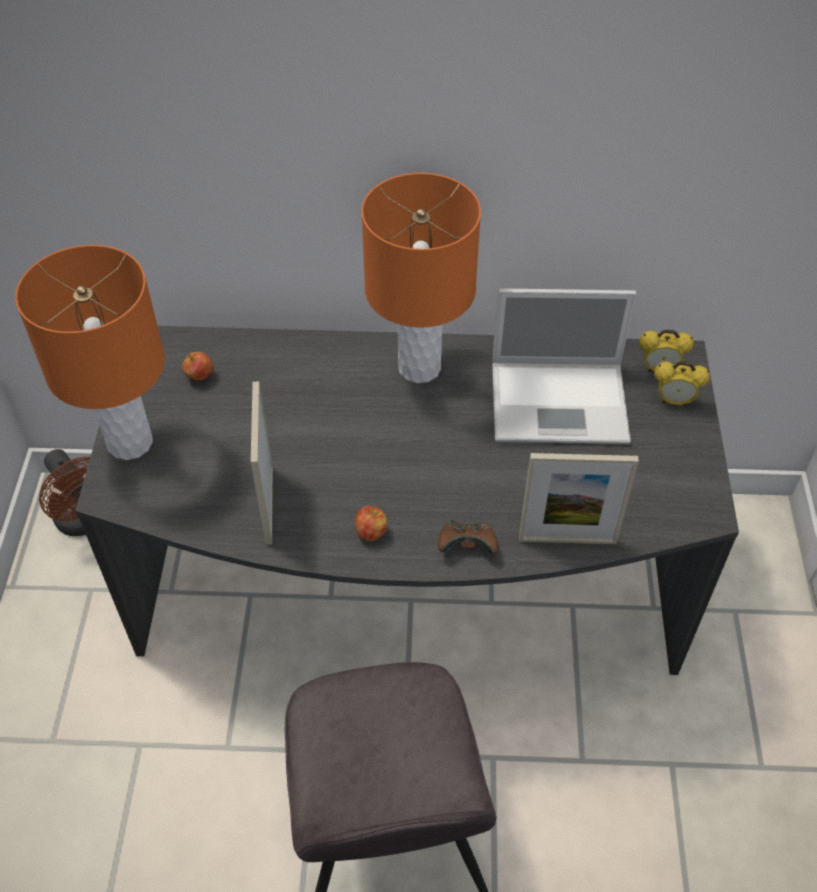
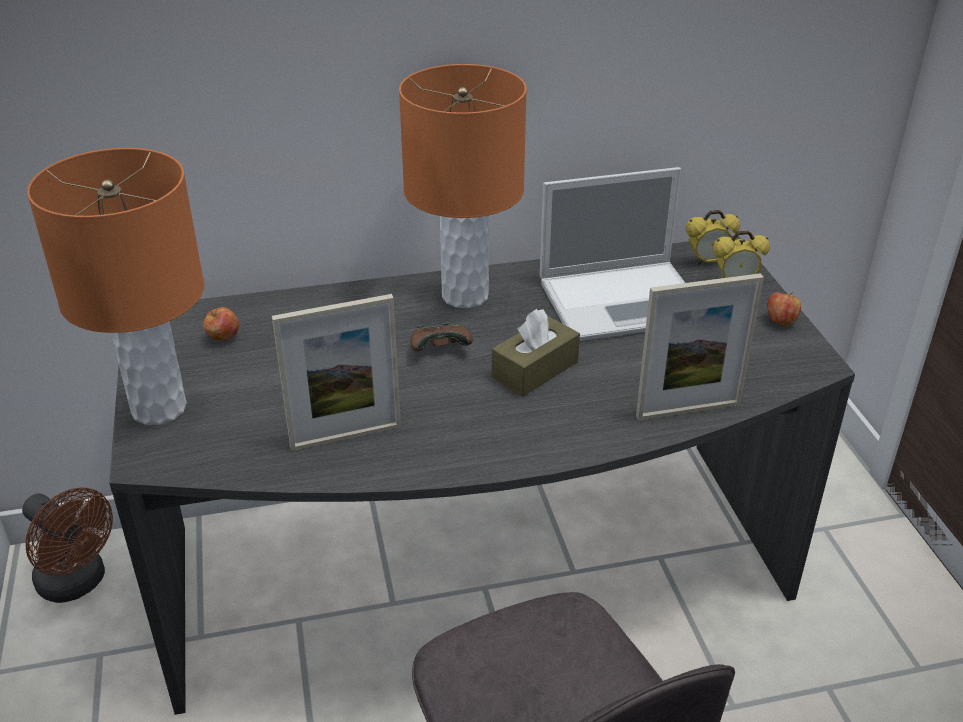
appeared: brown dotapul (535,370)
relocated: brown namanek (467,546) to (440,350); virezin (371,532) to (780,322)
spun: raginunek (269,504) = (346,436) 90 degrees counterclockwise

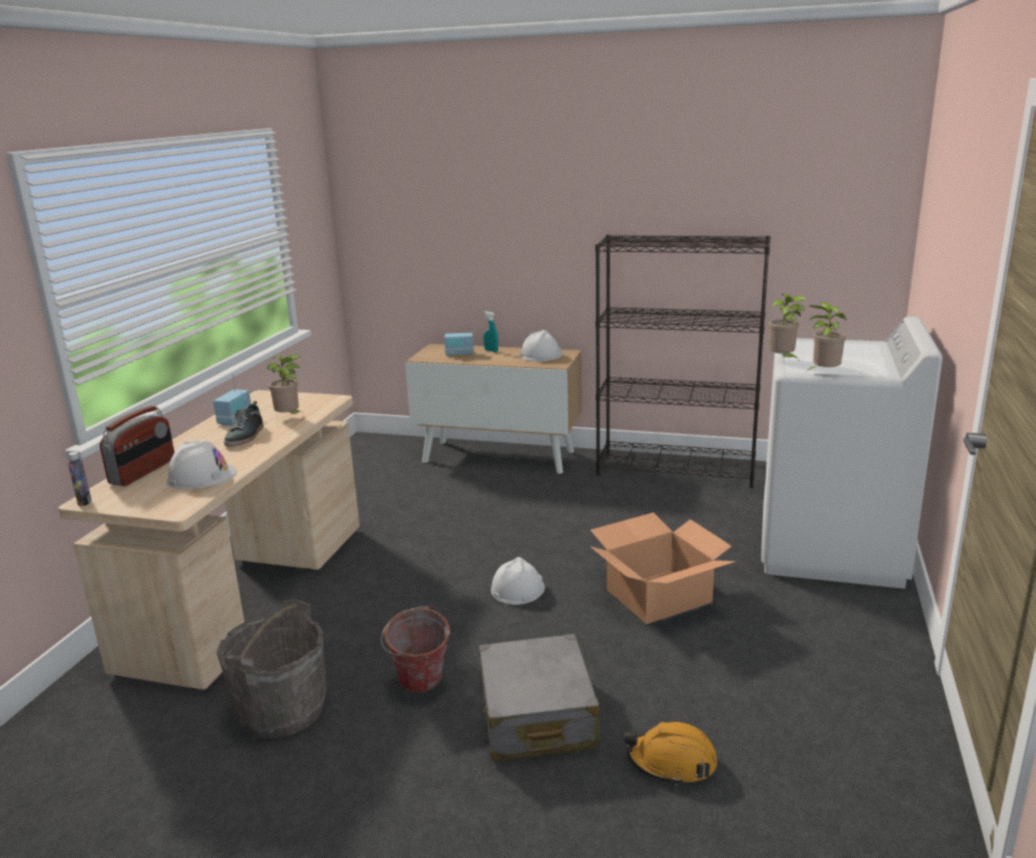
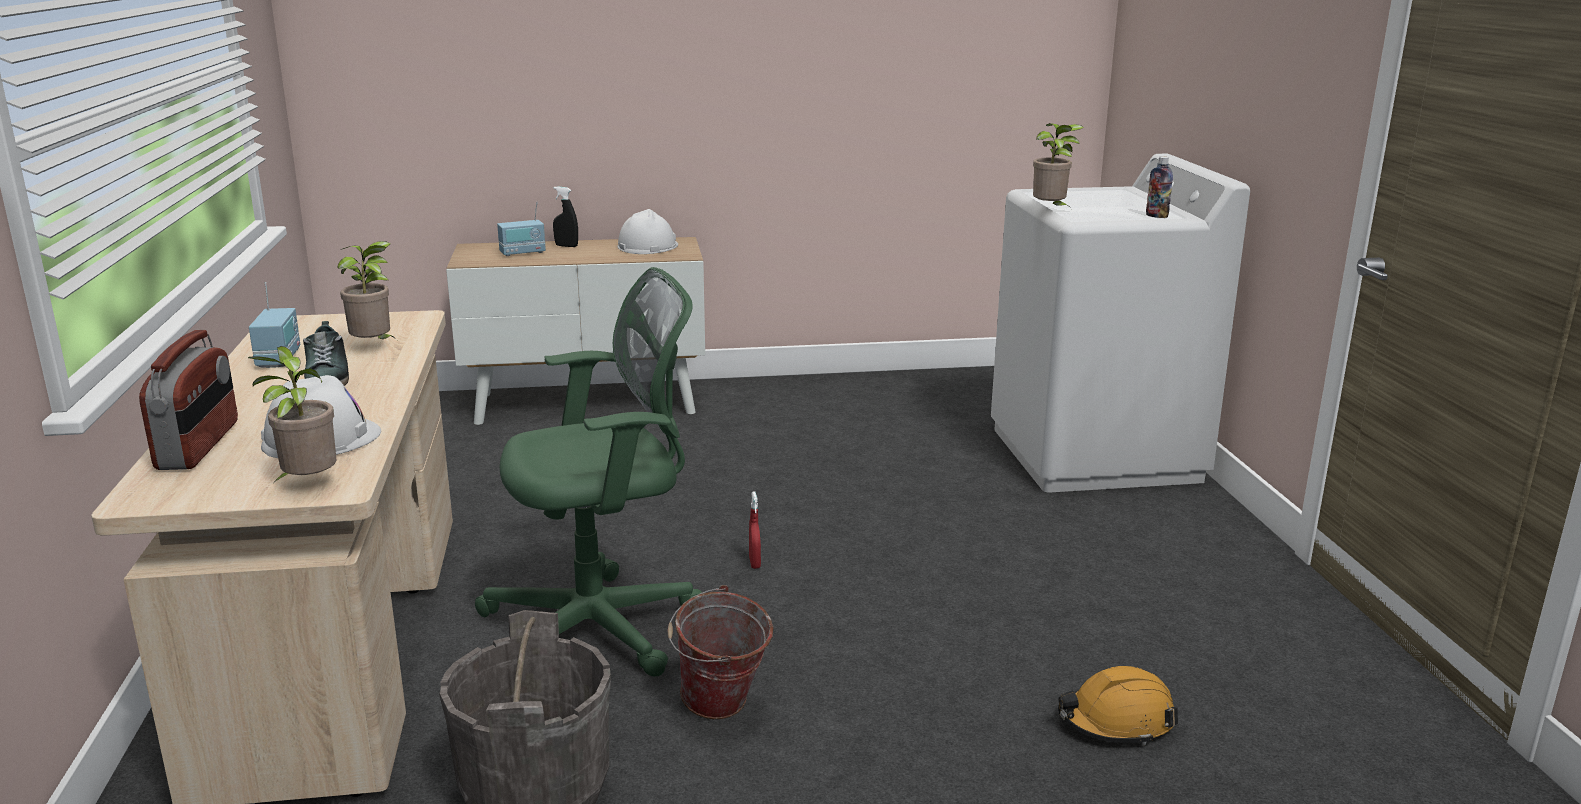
missing: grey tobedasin (536,716); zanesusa (657,595); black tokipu (677,469)
appeared: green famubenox (602,627)
relocated: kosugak (823,373) to (307,485); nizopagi (84,502) to (1156,216)
exchanged: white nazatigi (517,589) to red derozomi (754,563)
colour: turquoise derozomi (491,351) to black derozomi (566,246)

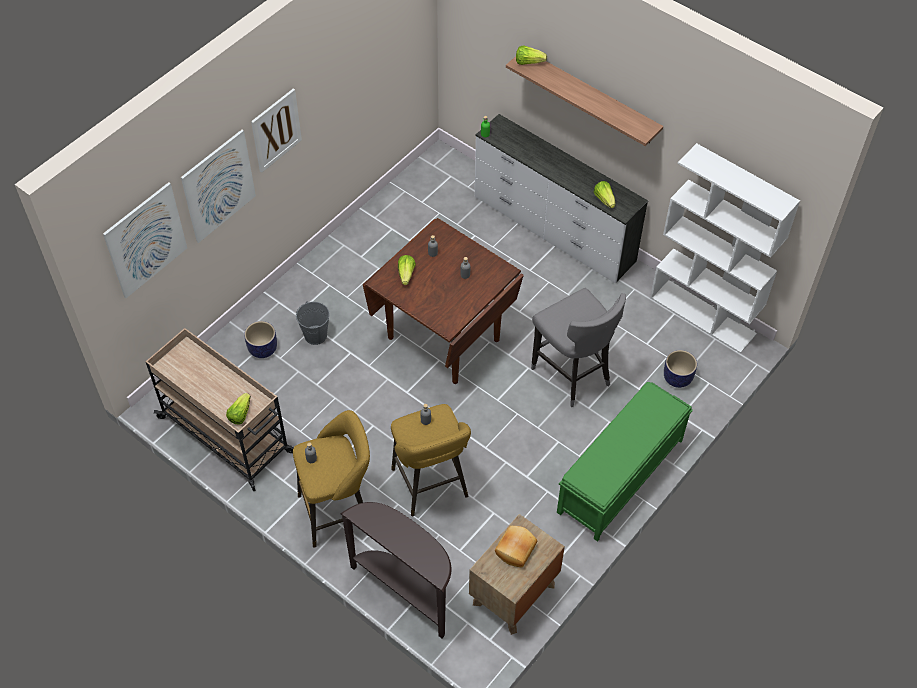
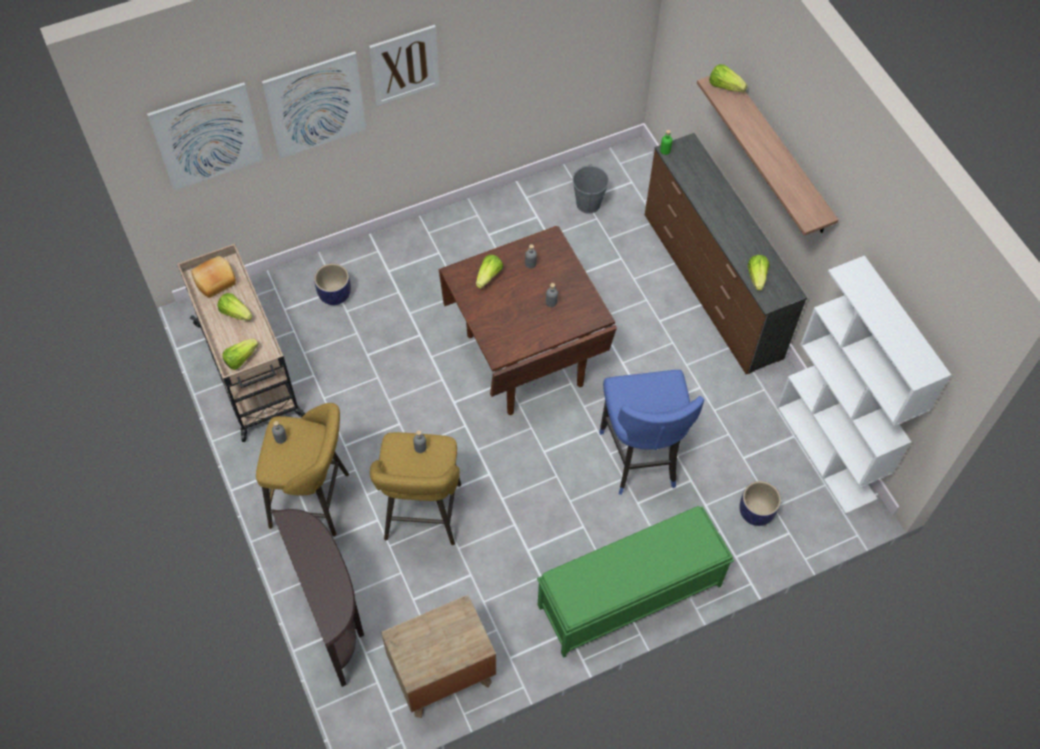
appeared: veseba (235,313)
relocated: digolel (514,549) to (214,280); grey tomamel (315,335) to (588,203)
colour: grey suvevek (572,375) to blue suvevek (640,459); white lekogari (553,229) to brown lekogari (711,285)

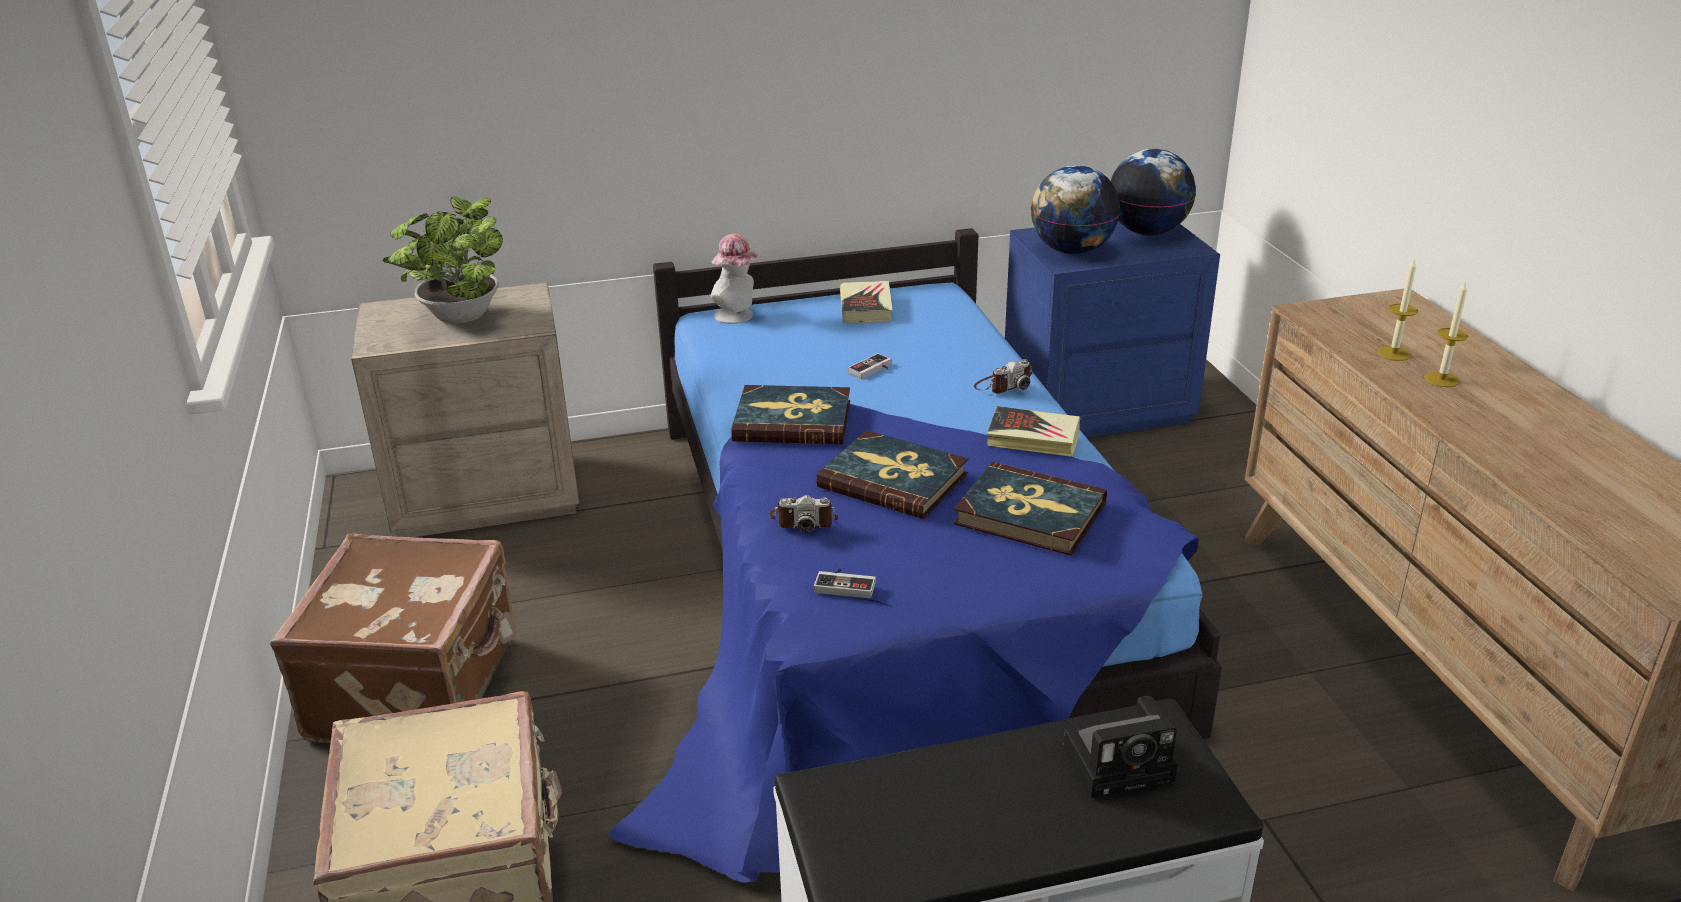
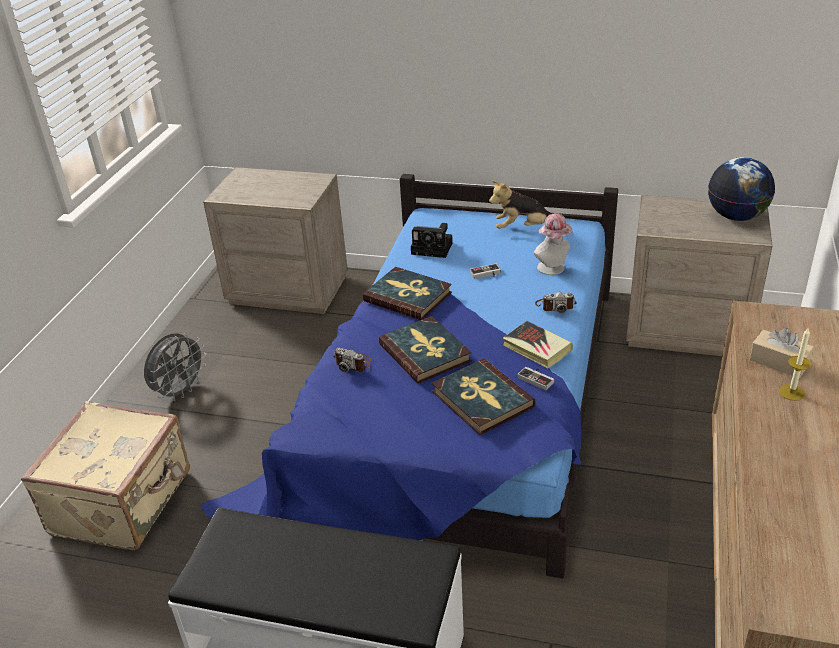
missing: kosugak (458,319); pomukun (1071,251)
relocated: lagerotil (1122,762) to (434,248); namanek (846,584) to (537,378); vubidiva (738,316) to (553,269)
exchanged: brown tobedasin (419,687) to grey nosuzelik (180,391); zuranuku (866,307) to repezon (522,228); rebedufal (1393,353) to beige dotapul (779,362)
colour: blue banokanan (1096,407) to beige banokanan (686,329)

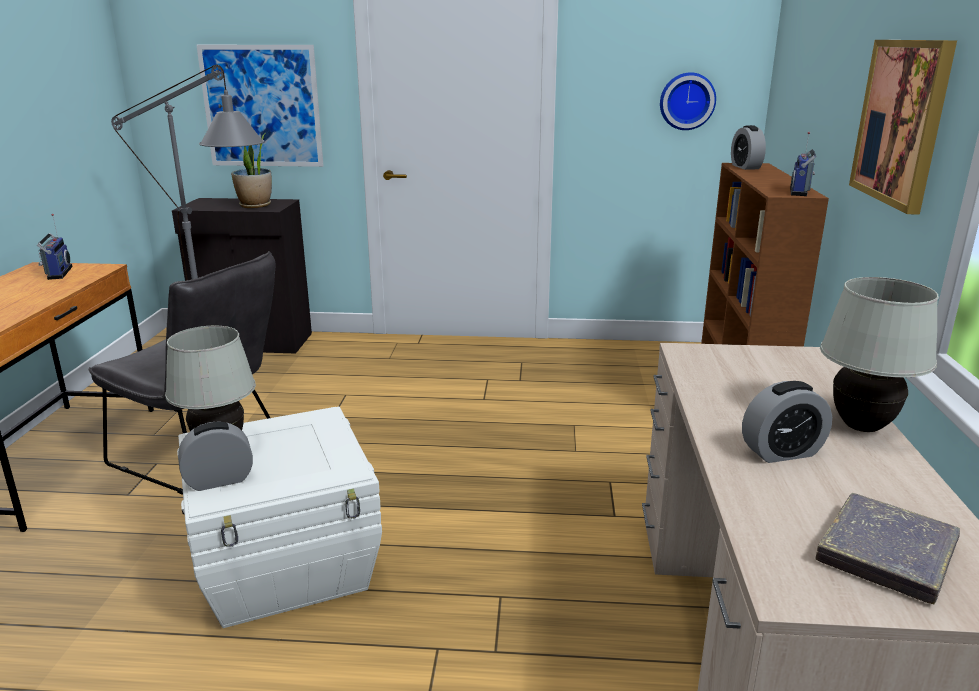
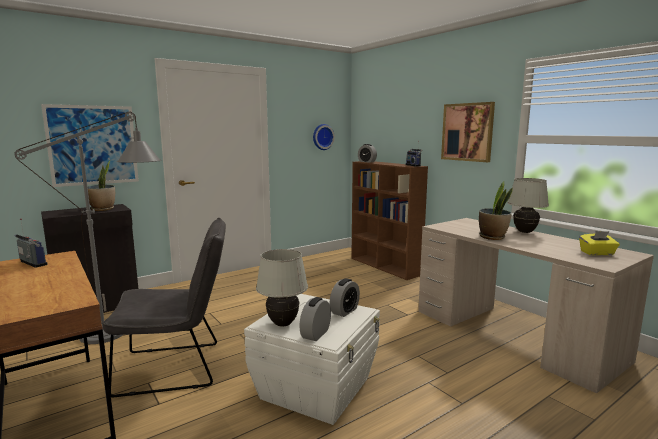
appeared: kosugak (492,237)
relocated: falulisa (781,452) to (344,311)
exchanged: grey zuranuku (886,553) to yellow dotapul (597,253)

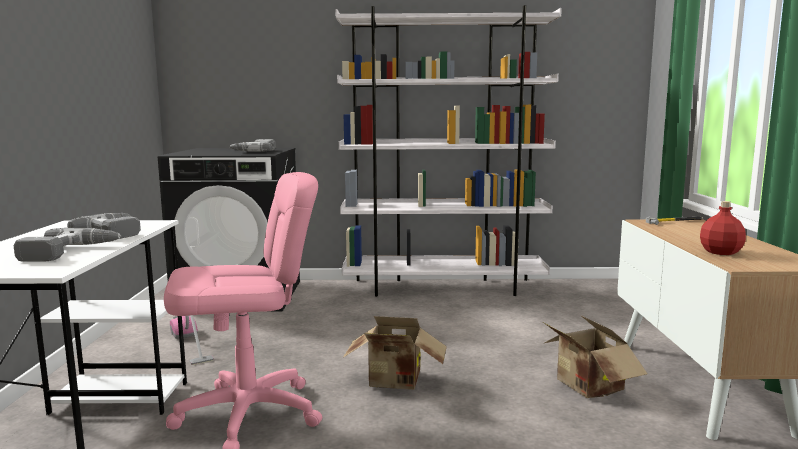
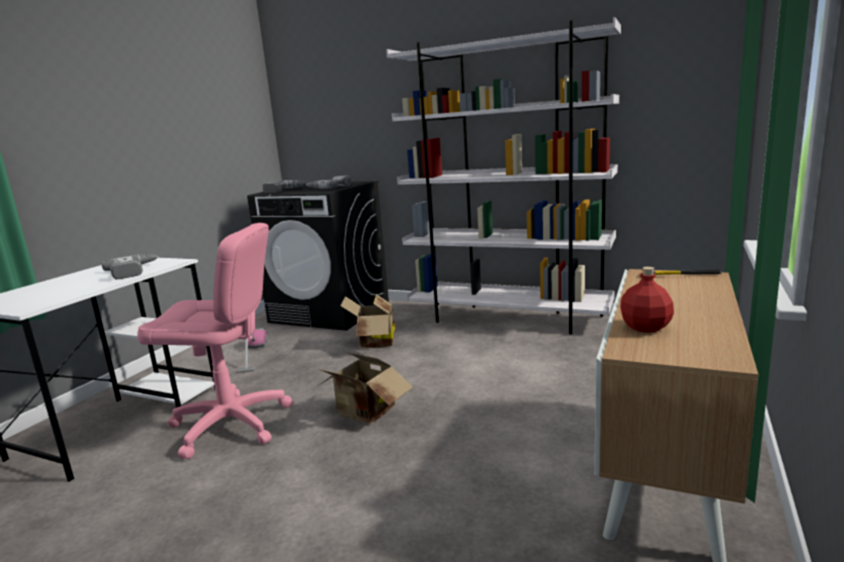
relocated: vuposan (70,252) to (286,190); zanesusa (586,388) to (374,343)

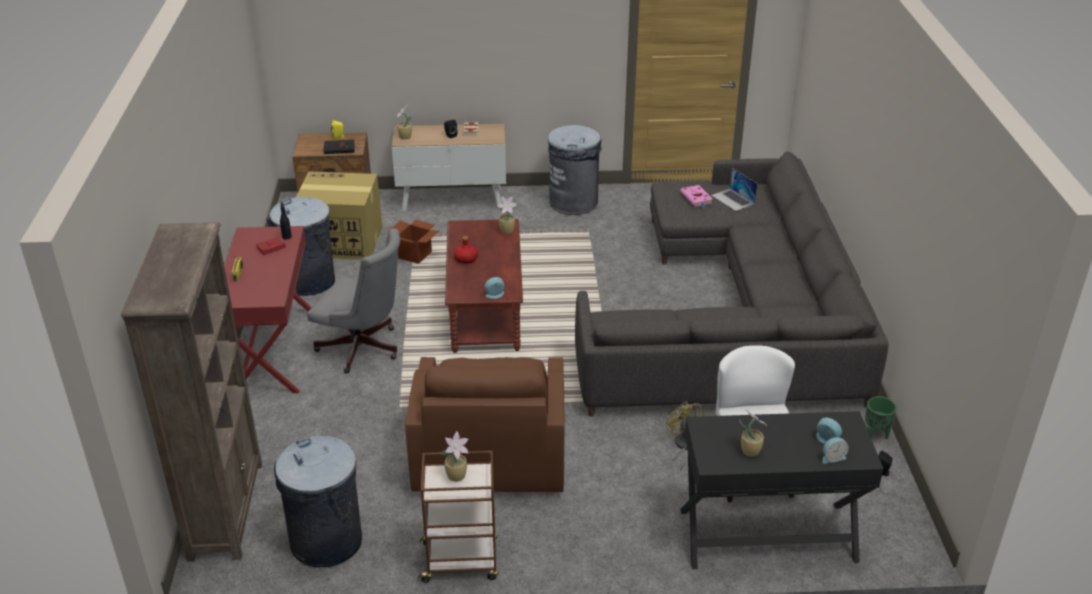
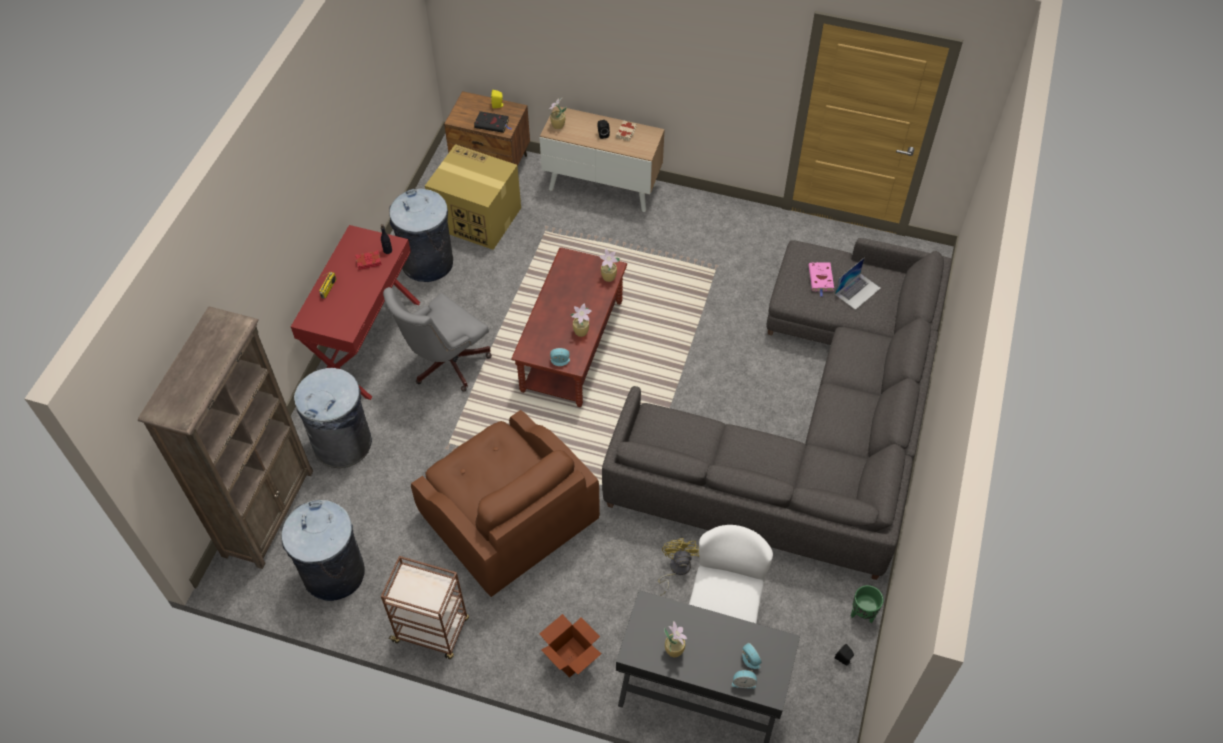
missing: red nizopagi (466,259)
relocated: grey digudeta (574,203) to (343,443); zanesusa (415,255) to (571,657); kosugak (457,476) to (582,332)
spun: grey famubenox (364,349) = (444,364) 90 degrees clockwise; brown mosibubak (490,448) = (506,516) 60 degrees counterclockwise; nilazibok (733,199) = (857,291) 120 degrees counterclockwise

